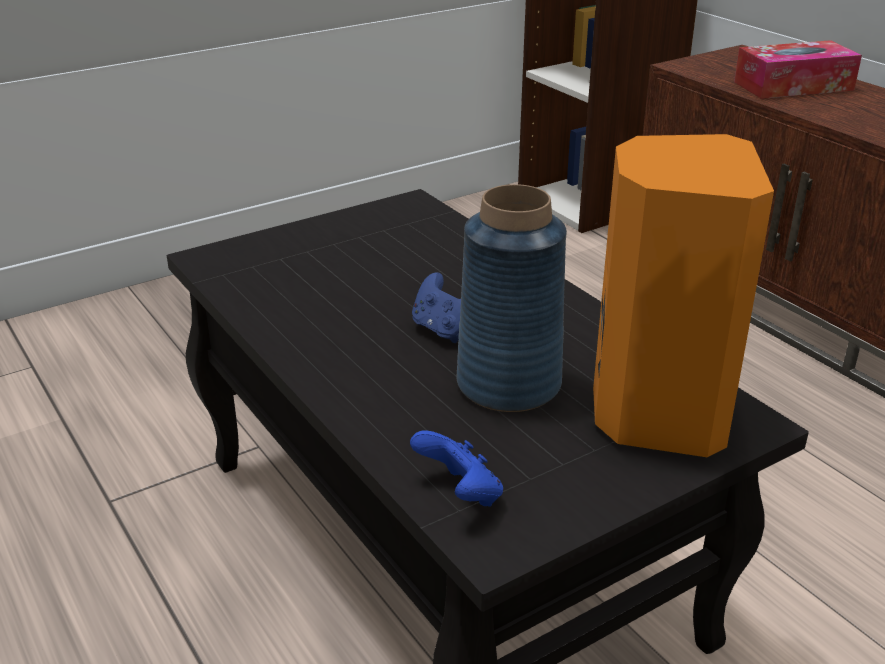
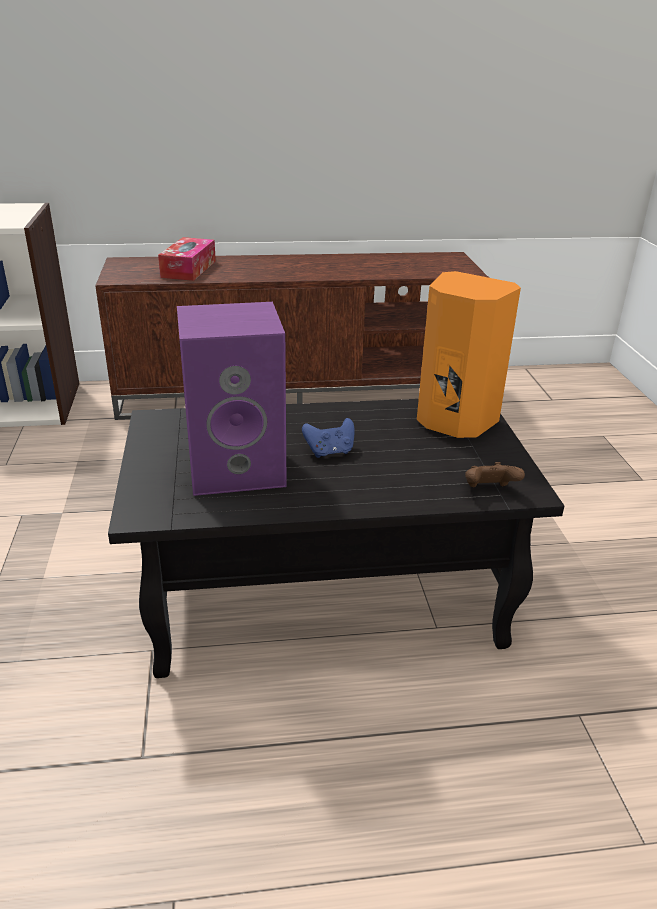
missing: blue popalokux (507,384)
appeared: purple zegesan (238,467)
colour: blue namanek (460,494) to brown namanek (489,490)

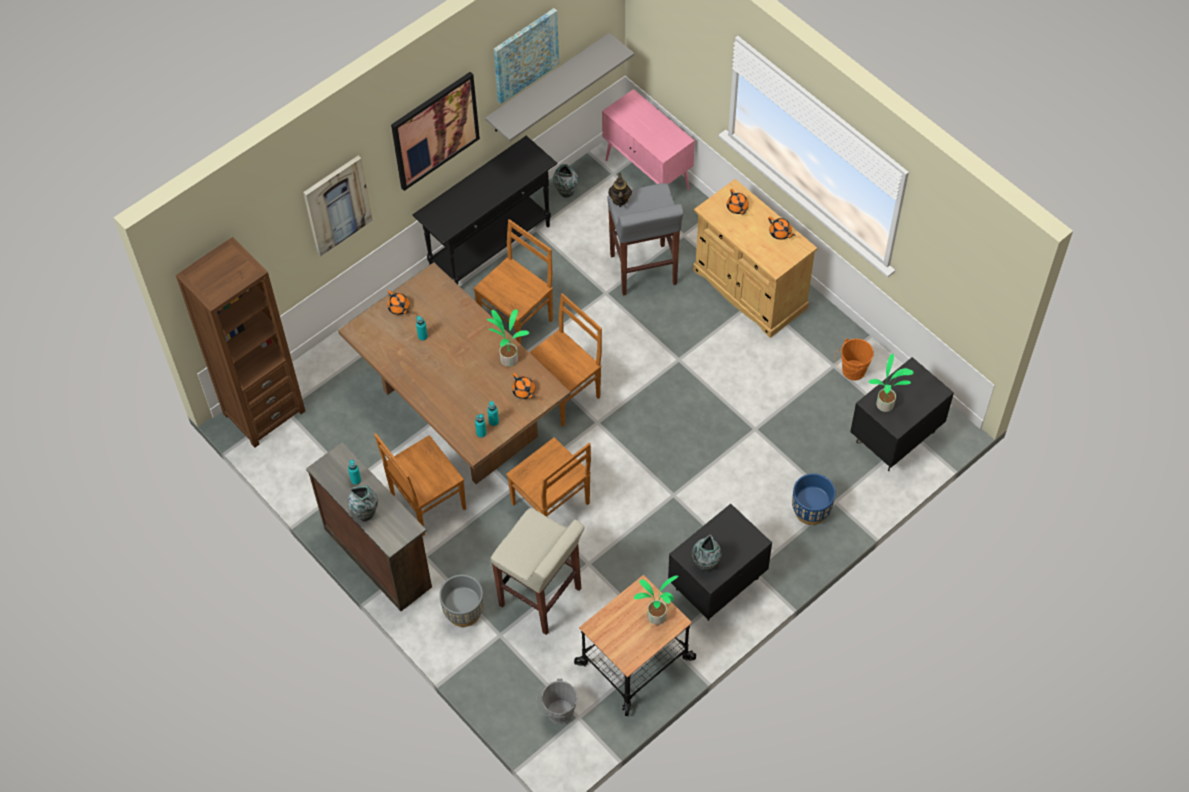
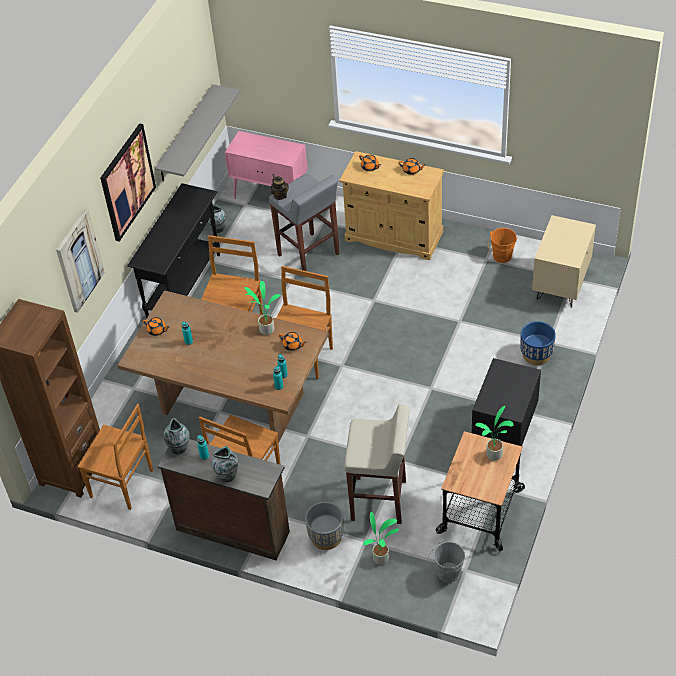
missing: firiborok (525,55)
relocated: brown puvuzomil (552,505) to (123,484); popalokux (705,563) to (179,448); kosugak (885,406) to (382,558)
colour: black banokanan (895,438) to beige banokanan (561,285)

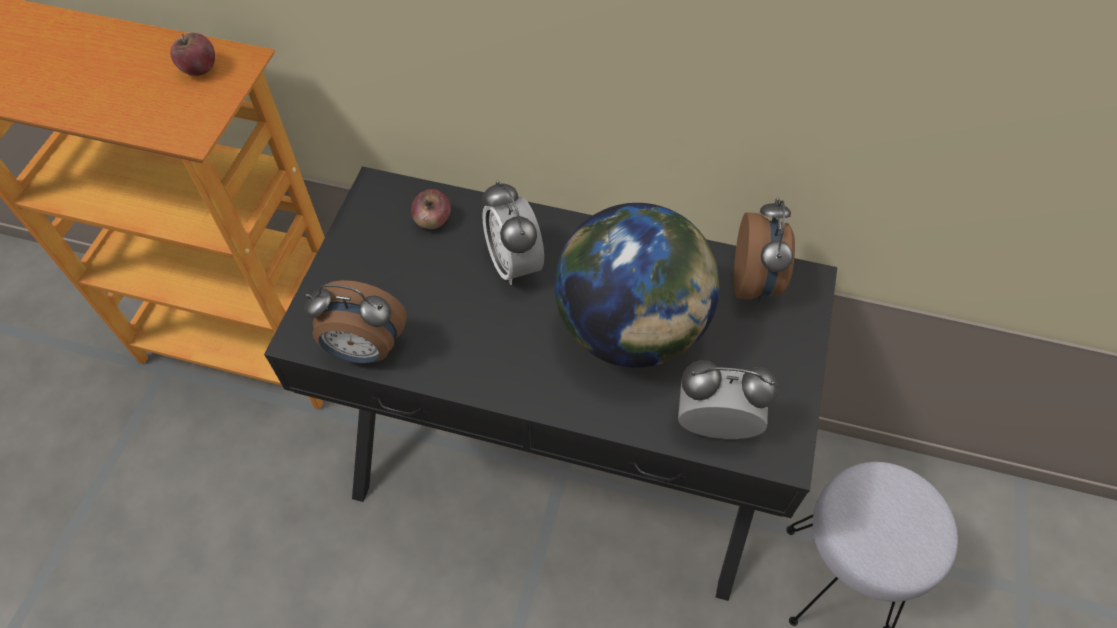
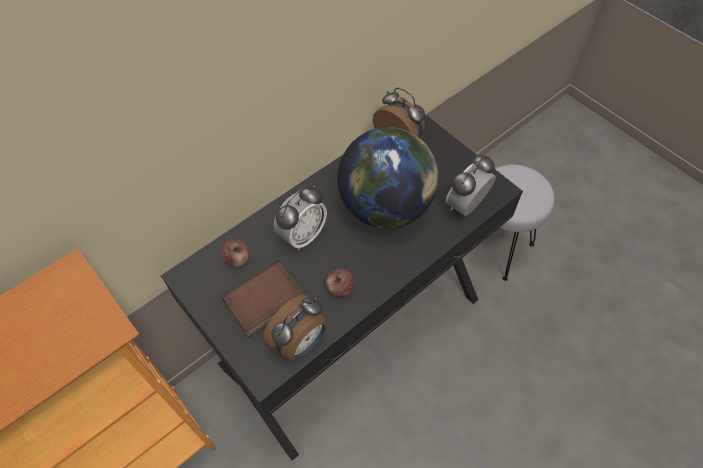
appeared: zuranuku (264,303)
relocated: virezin (199,69) to (340,288)
spun: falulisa (514,263) = (302,235) 60 degrees counterclockwise

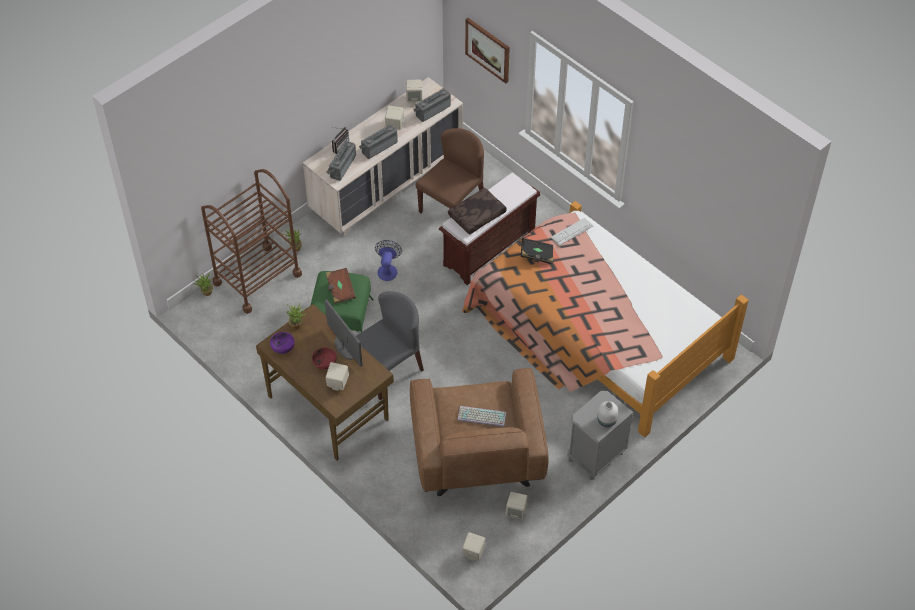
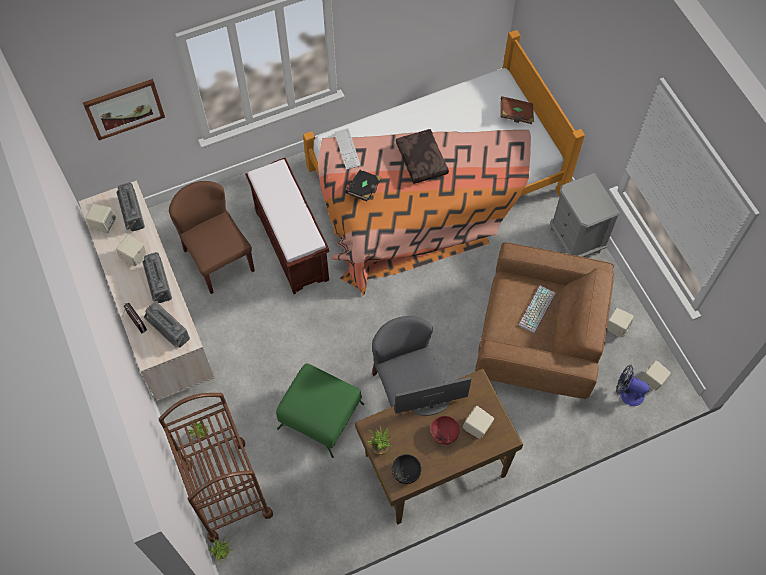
missing: white popalokux (606,421)
relocated: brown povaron (477,216) to (422,160); brown zuranuku (340,290) to (516,115); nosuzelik (387,269) to (627,393)
colour: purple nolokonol (283,347) to black nolokonol (406,472)

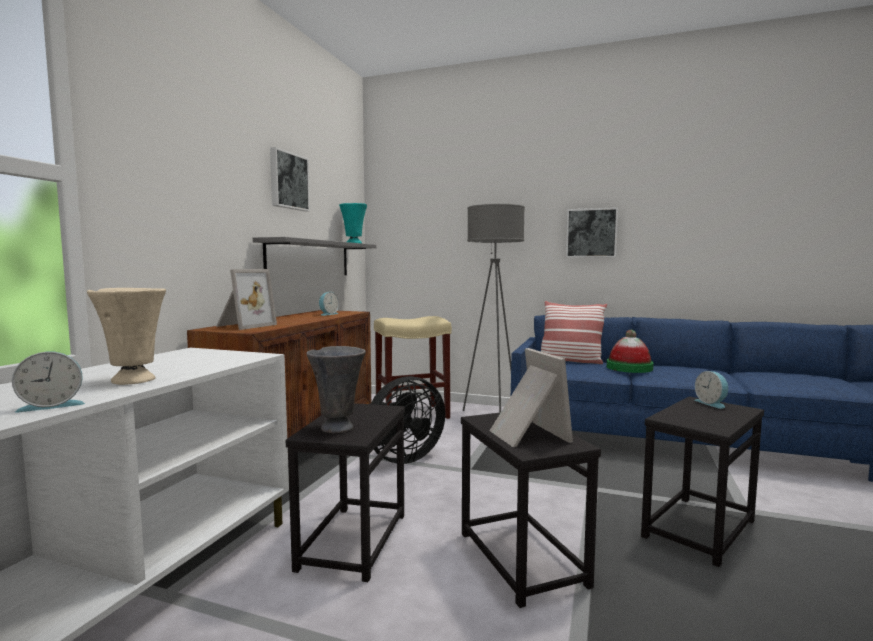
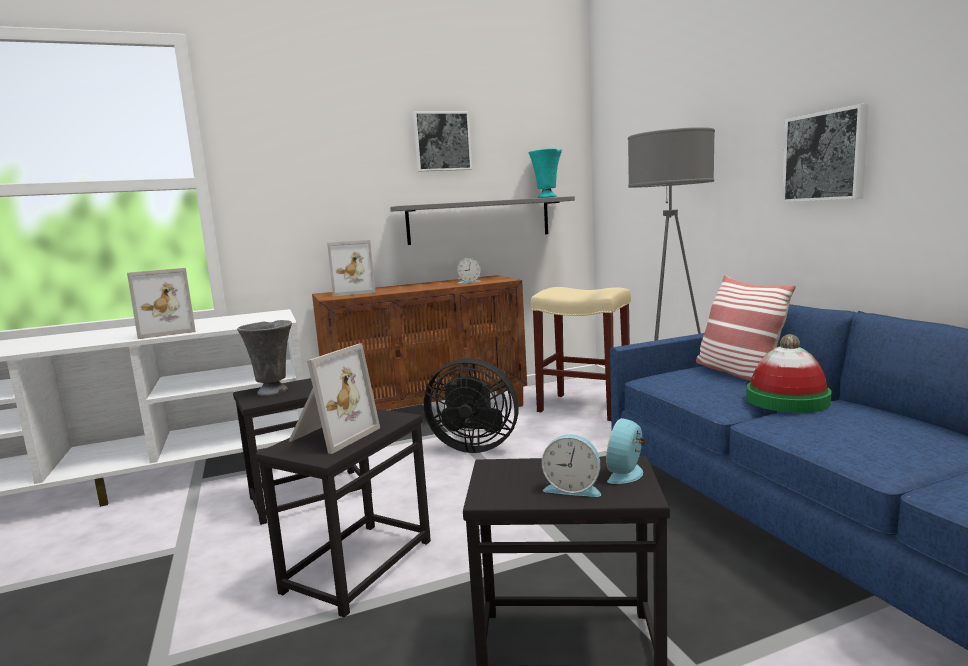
relocated: falulisa (52,405) to (573,488)
exchanged: beige popalokux (134,380) to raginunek (168,331)

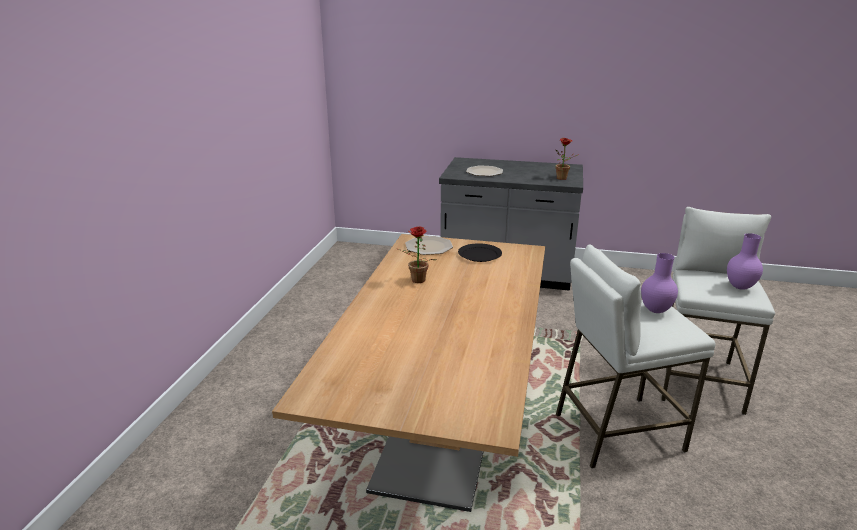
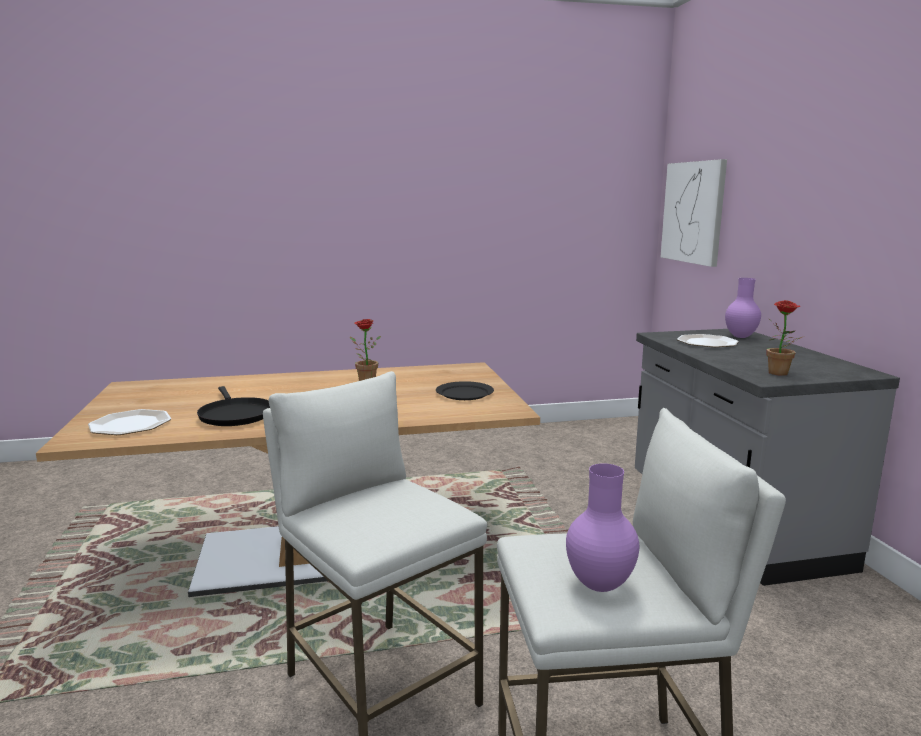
appeared: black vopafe (235,415); firiborok (693,212)
relocated: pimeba (428,246) to (131,424); purple popalokux (656,310) to (741,337)

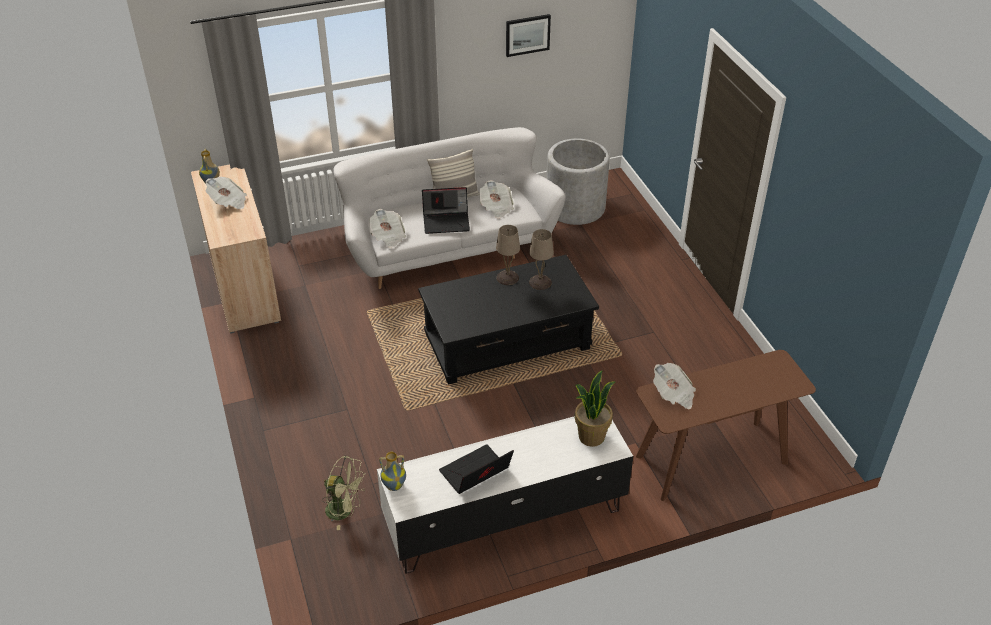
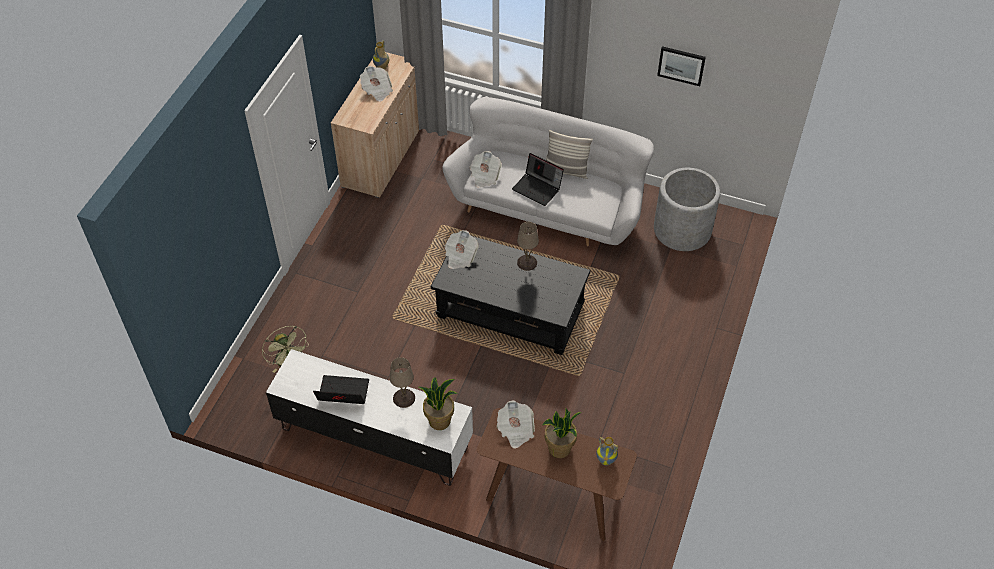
appeared: kosugak (559,449)
relocated: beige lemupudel (540,282) to (404,398); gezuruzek (496,207) to (460,256); popalokux (394,485) to (606,460)

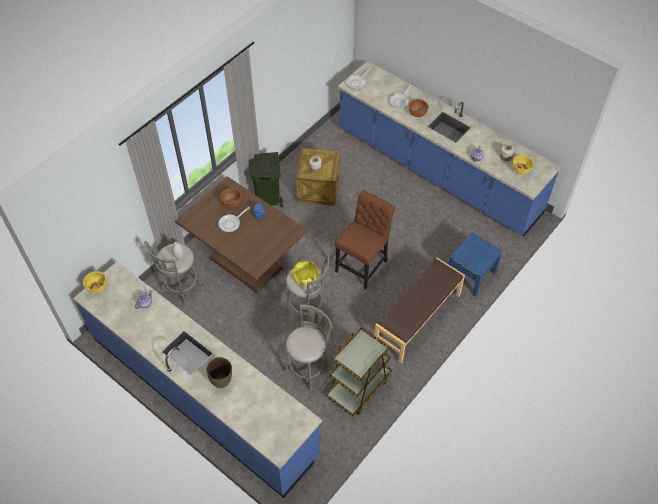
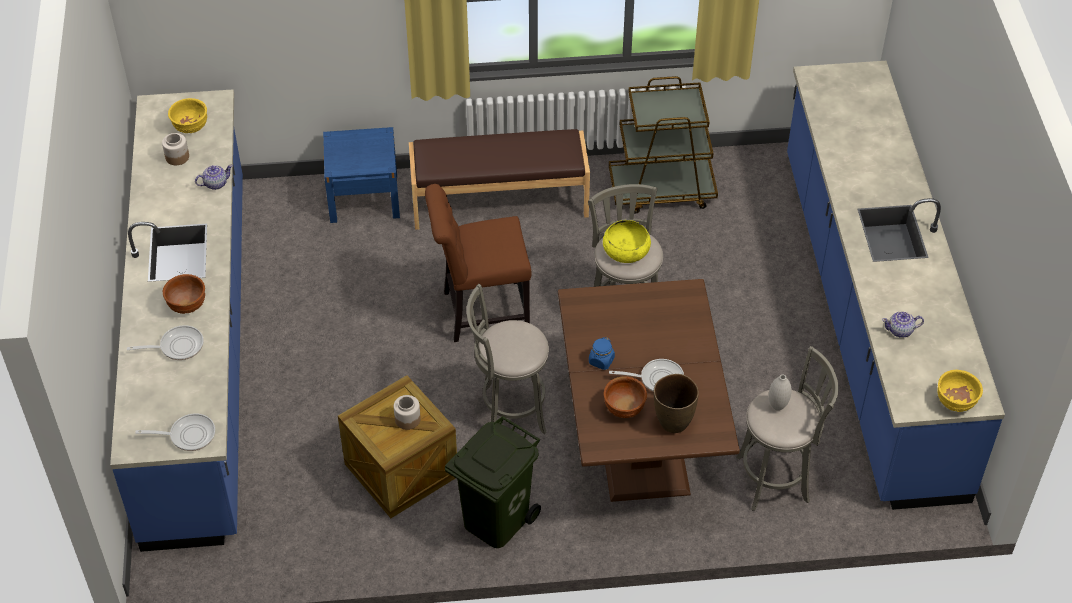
relocated: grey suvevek (308,368) to (509,410); brown popalokux (222,381) to (673,422)

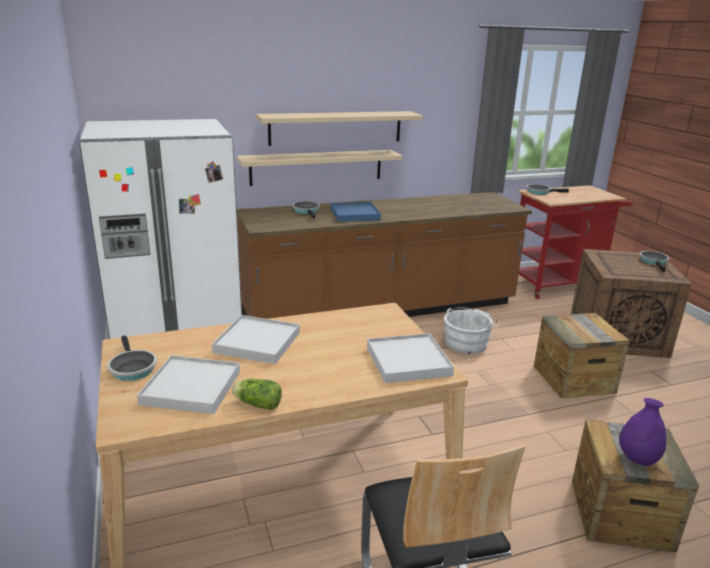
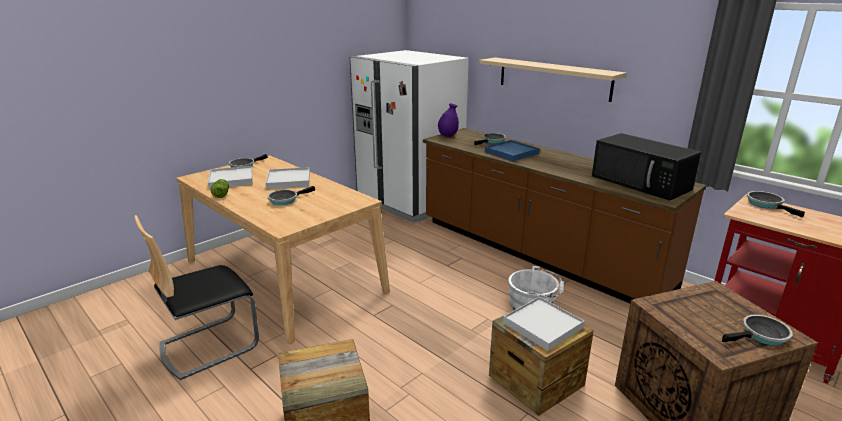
missing: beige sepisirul (316,167)
appeared: vopafe (285,200); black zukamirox (642,183)
relocated: purple popalokux (637,459) to (448,136); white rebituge (408,361) to (543,325)

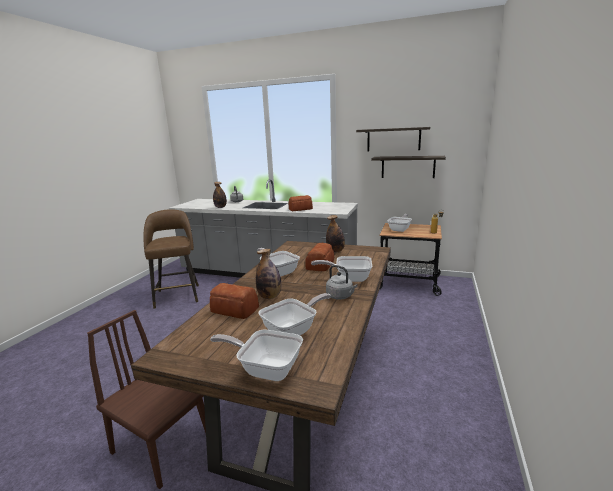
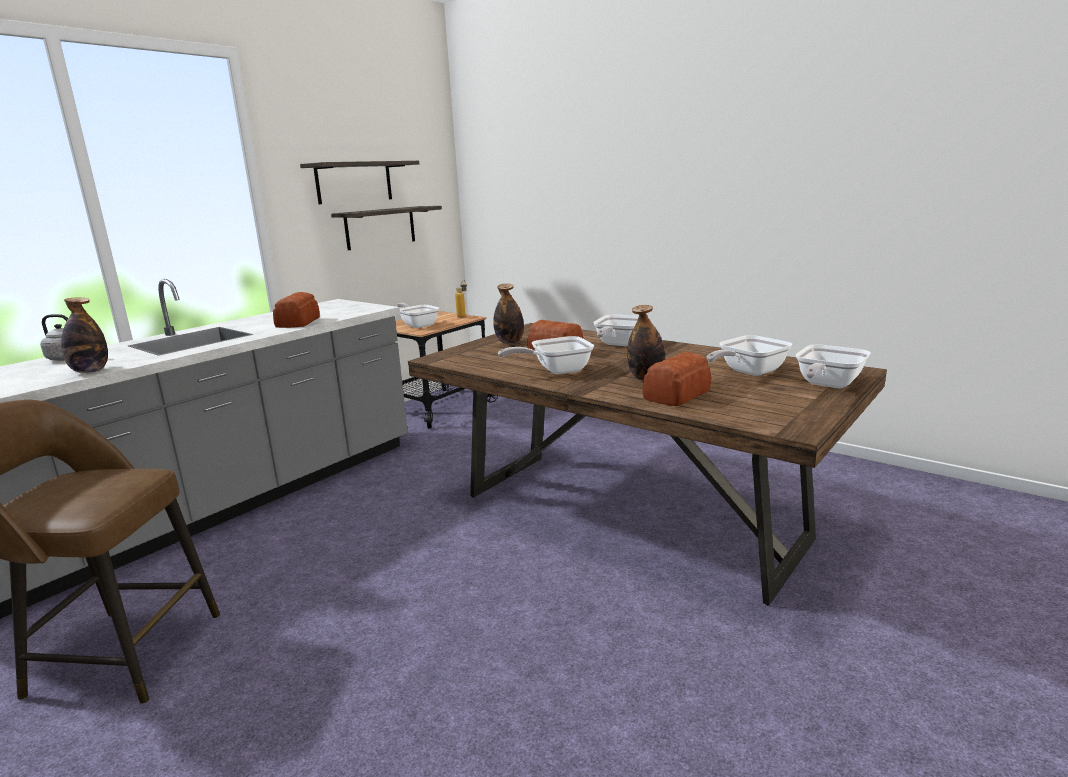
missing: brown puvuzomil (162,445); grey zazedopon (341,296)
spun: vopafe (294,330) = (748,372) 105 degrees counterclockwise

